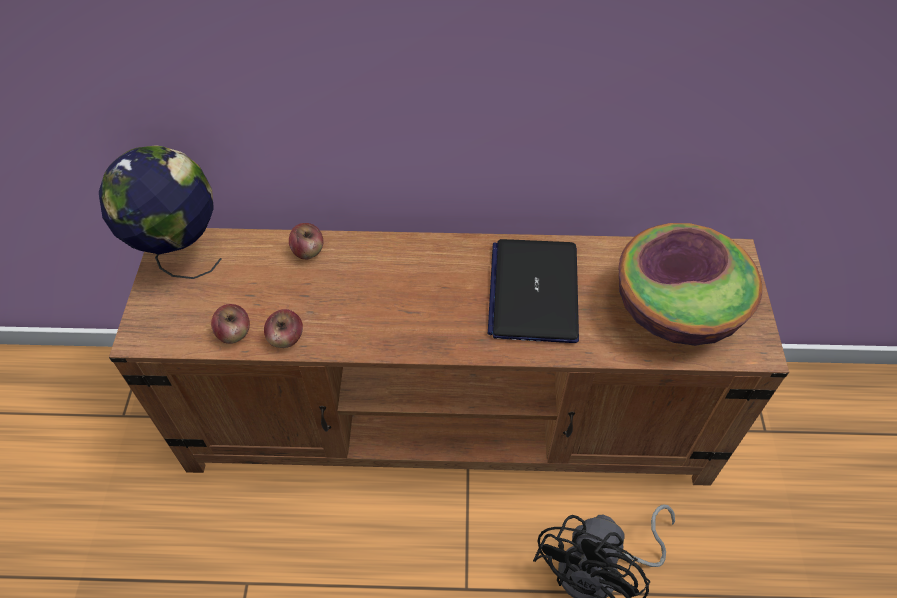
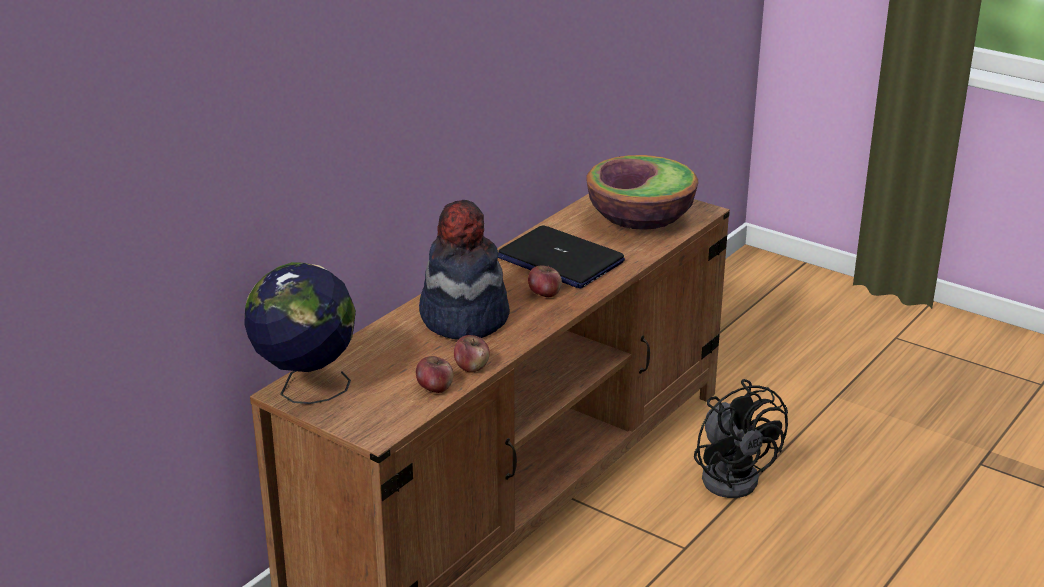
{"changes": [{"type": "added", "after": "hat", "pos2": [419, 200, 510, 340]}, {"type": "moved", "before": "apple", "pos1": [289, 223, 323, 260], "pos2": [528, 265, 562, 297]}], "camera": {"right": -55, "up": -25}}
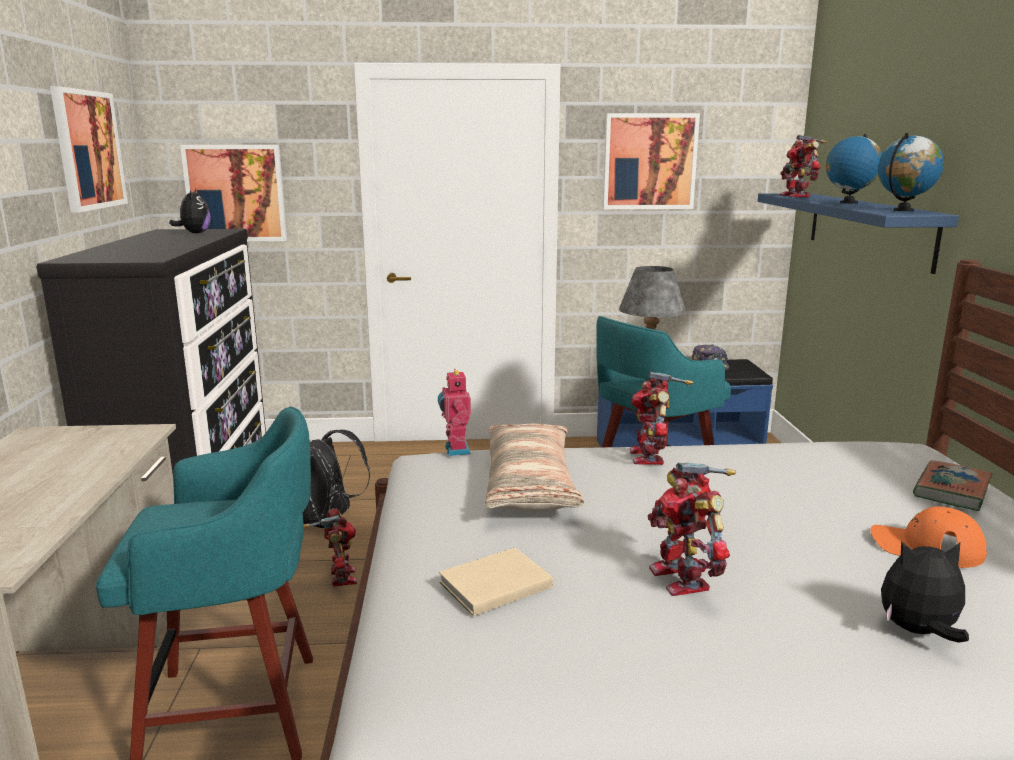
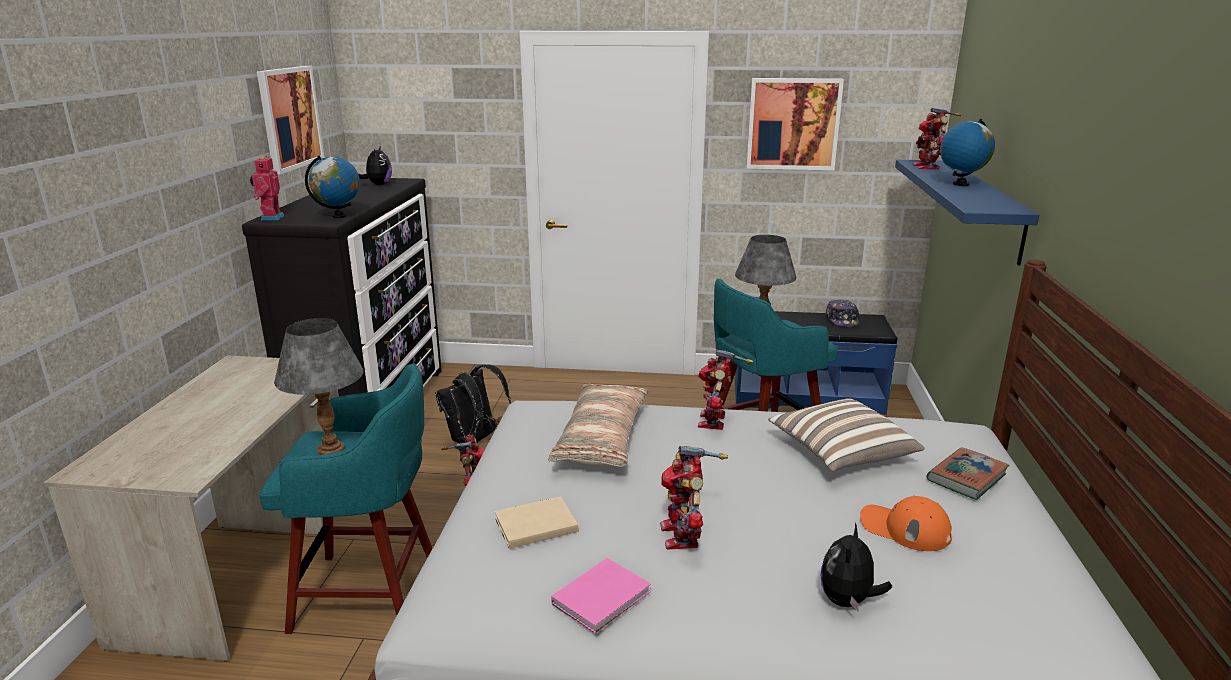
{"changes": [{"type": "removed", "before": "picture", "pos1": [180, 145, 287, 241]}, {"type": "added", "after": "grey table lamp", "pos2": [274, 318, 363, 455]}, {"type": "added", "after": "pink book", "pos2": [551, 558, 651, 634]}, {"type": "added", "after": "pillow", "pos2": [768, 398, 925, 471]}, {"type": "moved", "before": "toy robot", "pos1": [438, 369, 471, 456], "pos2": [250, 156, 284, 220]}, {"type": "moved", "before": "globe", "pos1": [878, 133, 944, 212], "pos2": [305, 156, 360, 218]}, {"type": "turned", "before": "plush toy", "pos1": [881, 541, 969, 643], "pos2": [821, 523, 892, 611], "turn": -75}], "camera": {"right": 10, "up": 5}}
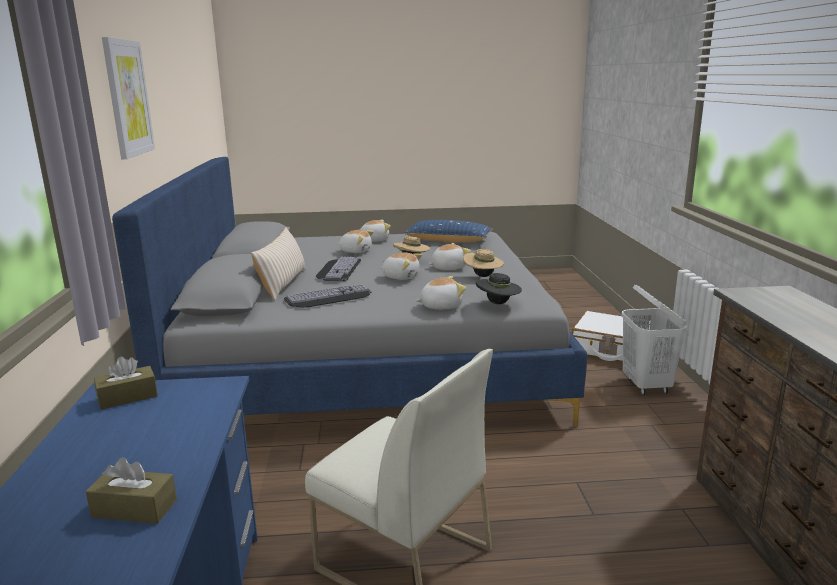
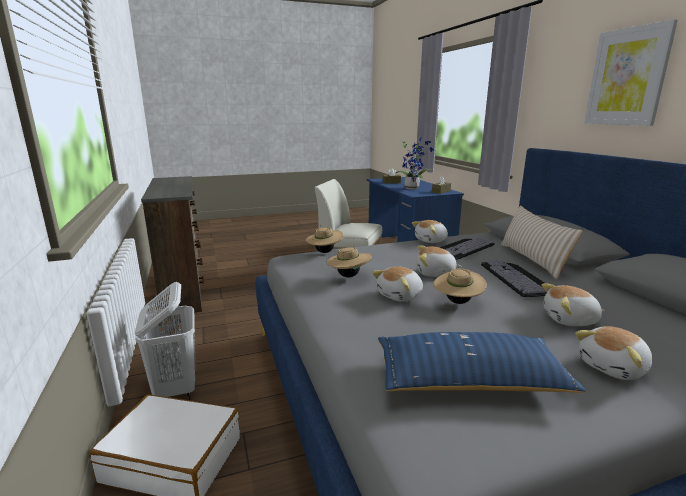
{"changes": [{"type": "added", "after": "potted plant", "pos2": [396, 138, 434, 190]}, {"type": "moved", "before": "plush toy", "pos1": [416, 276, 466, 310], "pos2": [412, 220, 448, 243]}, {"type": "recoloured", "before": "black hat", "after": "beige hat", "pos1": [476, 273, 522, 304], "pos2": [306, 225, 343, 253]}], "camera": {"right": 165, "up": 0}}
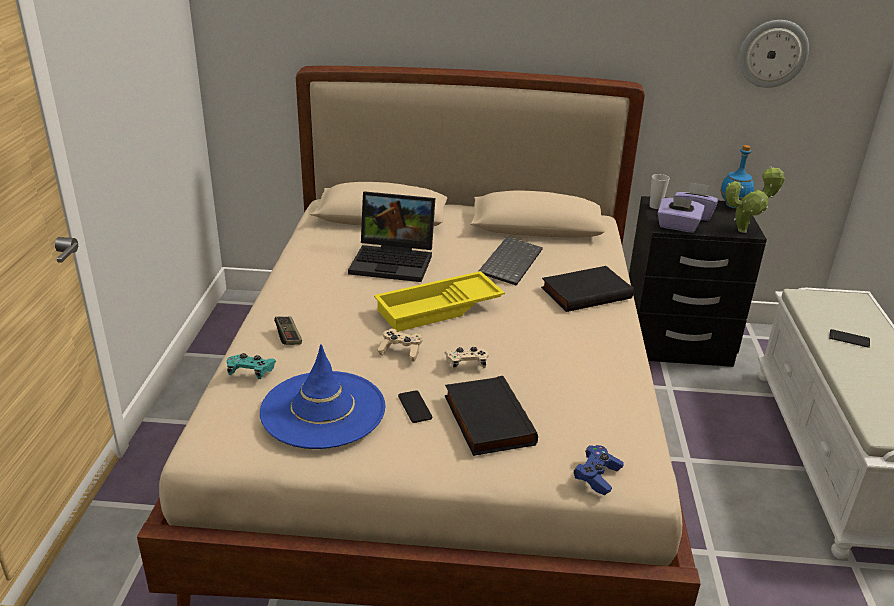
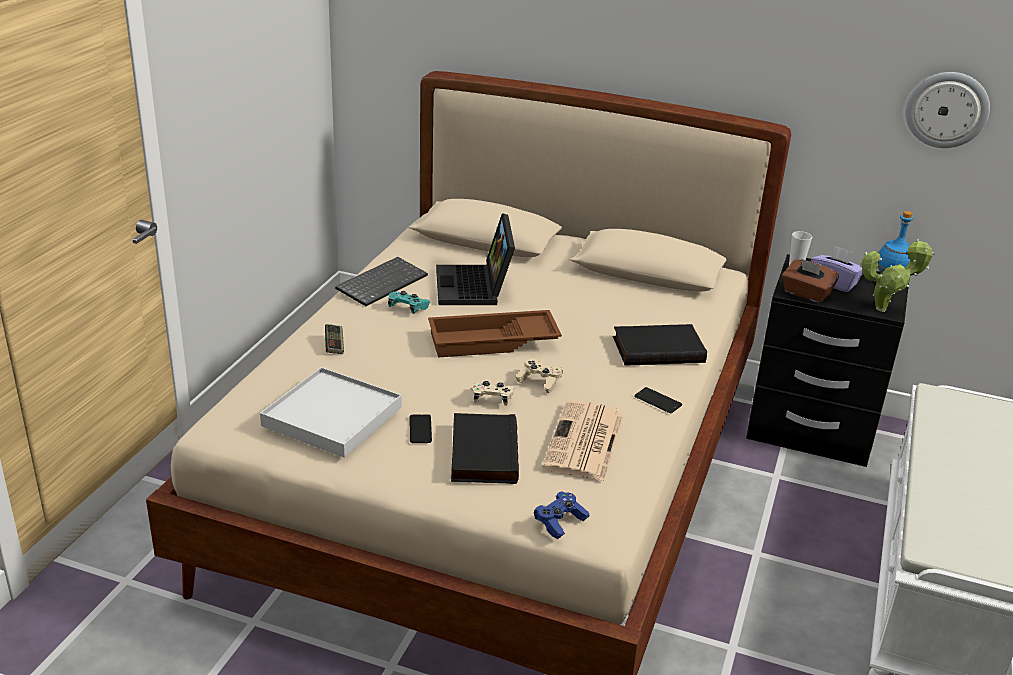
{"changes": [{"type": "added", "after": "newspaper", "pos2": [542, 400, 624, 481]}, {"type": "moved", "before": "turquoise game controller", "pos1": [227, 353, 276, 379], "pos2": [388, 291, 430, 314]}, {"type": "moved", "before": "beige game controller", "pos1": [377, 329, 423, 362], "pos2": [515, 358, 563, 393]}, {"type": "moved", "before": "keyboard", "pos1": [478, 237, 543, 286], "pos2": [335, 257, 428, 306]}, {"type": "moved", "before": "phone", "pos1": [829, 329, 870, 348], "pos2": [634, 387, 682, 413]}, {"type": "replaced", "before": "blue hat", "after": "white tray", "pos1": [260, 345, 386, 449], "pos2": [260, 367, 402, 458]}, {"type": "recoloured", "before": "yellow tray", "after": "brown tray", "pos1": [374, 271, 505, 332], "pos2": [428, 310, 562, 358]}, {"type": "recoloured", "before": "purple tissue box", "after": "brown tissue box", "pos1": [658, 196, 705, 233], "pos2": [782, 259, 839, 303]}, {"type": "turned", "before": "laptop", "pos1": [348, 191, 435, 282], "pos2": [436, 213, 515, 305], "turn": 60}], "camera": {"right": 15, "up": 0}}
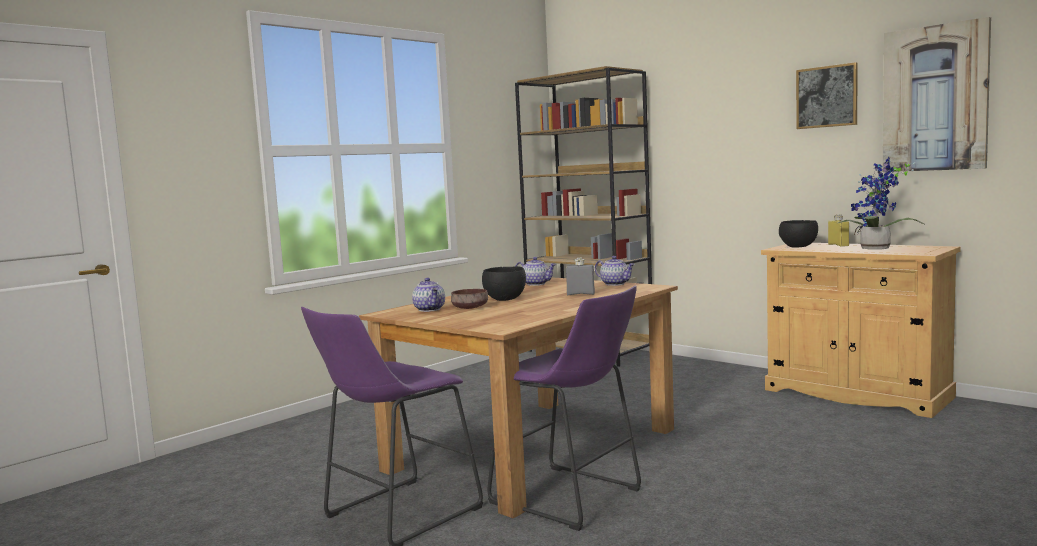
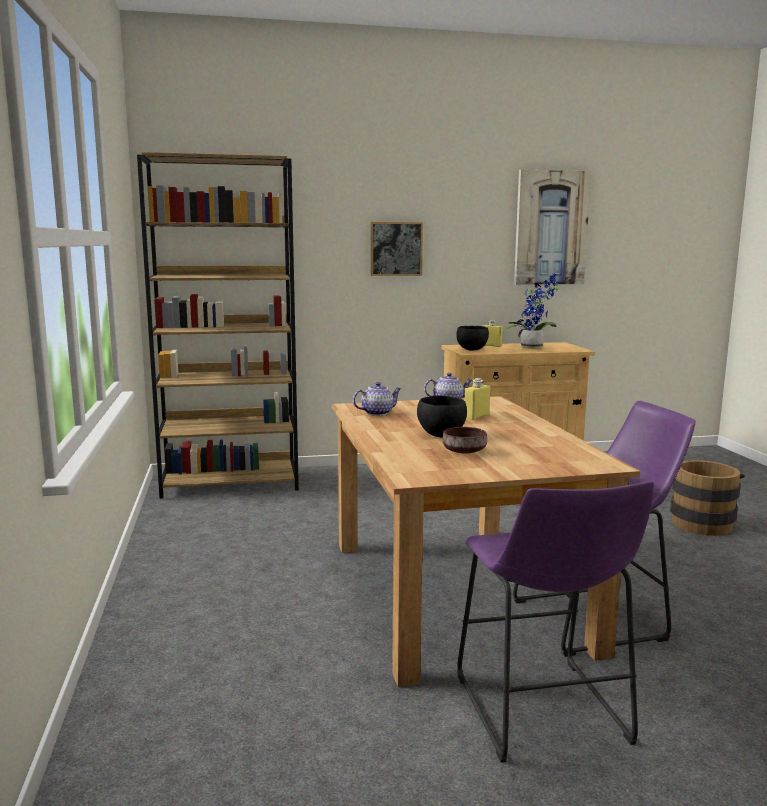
{"changes": [{"type": "removed", "before": "teapot", "pos1": [412, 278, 445, 312]}, {"type": "added", "after": "brown bucket", "pos2": [670, 460, 745, 536]}, {"type": "moved", "before": "picture", "pos1": [796, 62, 858, 129], "pos2": [371, 222, 423, 276]}, {"type": "recoloured", "before": "grey bottle", "after": "yellow bottle", "pos1": [566, 258, 595, 295], "pos2": [465, 378, 490, 420]}], "camera": {"right": -55, "up": 5}}
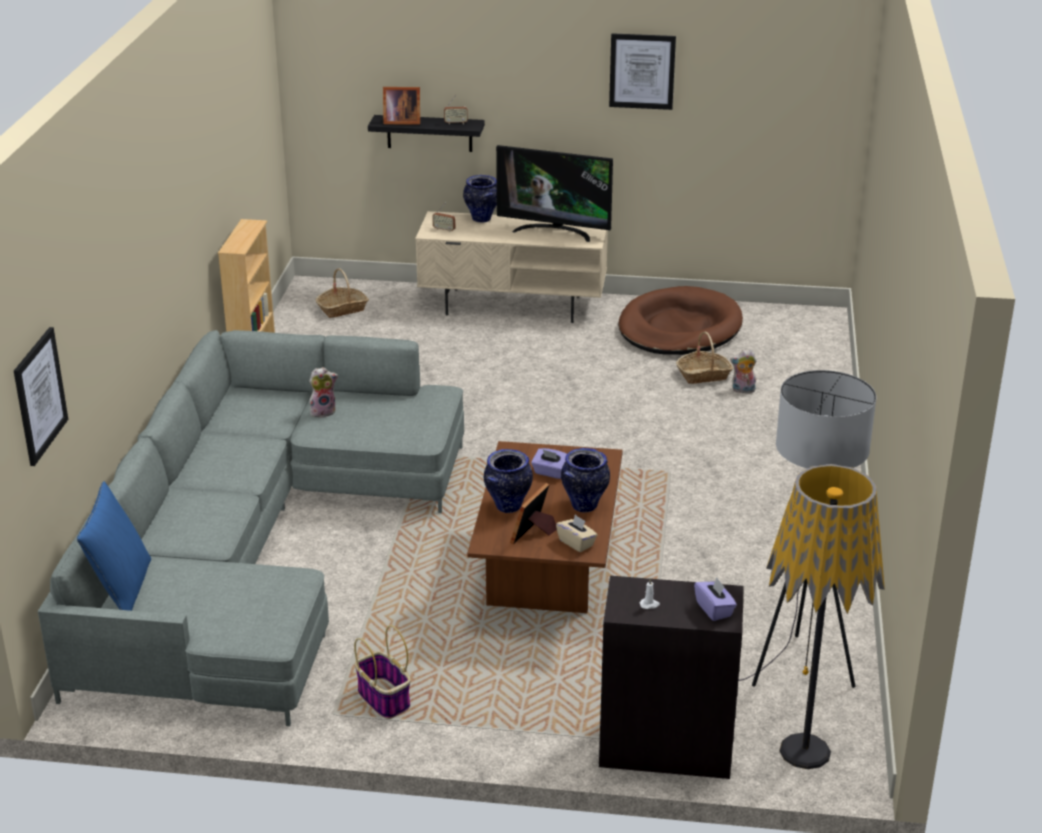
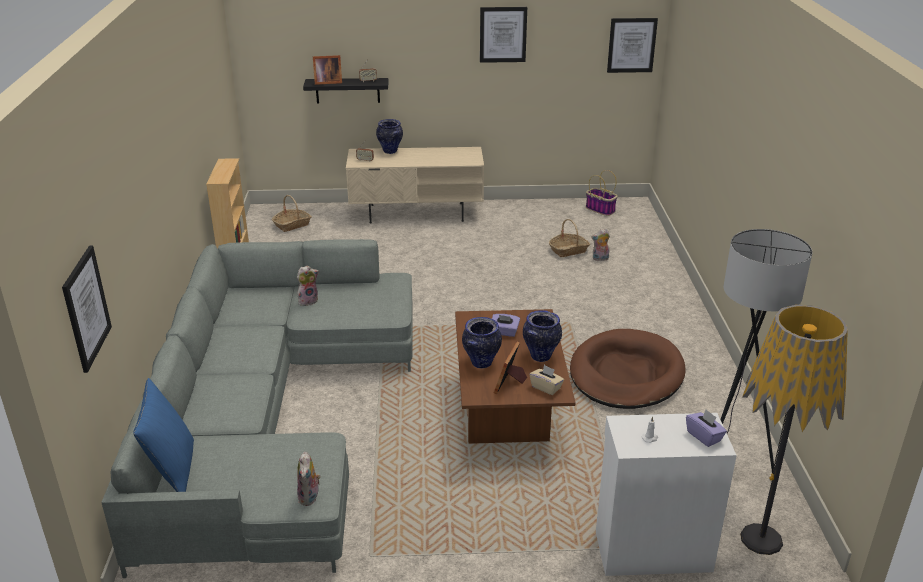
{"changes": [{"type": "removed", "before": "television", "pos1": [496, 145, 613, 242]}, {"type": "added", "after": "plush toy", "pos2": [297, 451, 321, 506]}, {"type": "added", "after": "picture", "pos2": [607, 18, 658, 73]}, {"type": "moved", "before": "basket", "pos1": [354, 625, 411, 719], "pos2": [586, 170, 618, 216]}, {"type": "moved", "before": "brown dog bed", "pos1": [618, 286, 743, 355], "pos2": [570, 329, 686, 409]}, {"type": "recoloured", "before": "black cabinet", "after": "white cabinet", "pos1": [599, 576, 744, 779], "pos2": [596, 413, 737, 576]}], "camera": {"right": -10, "up": 0}}
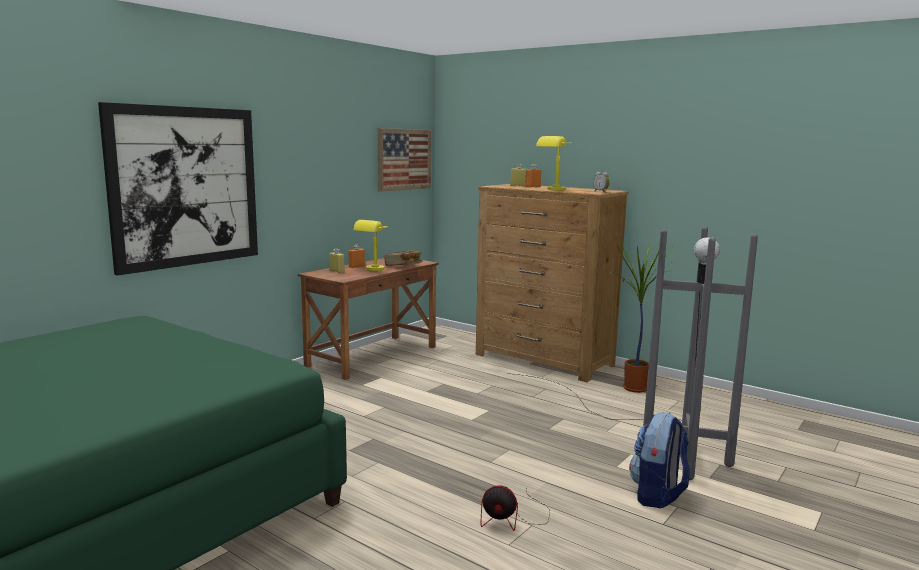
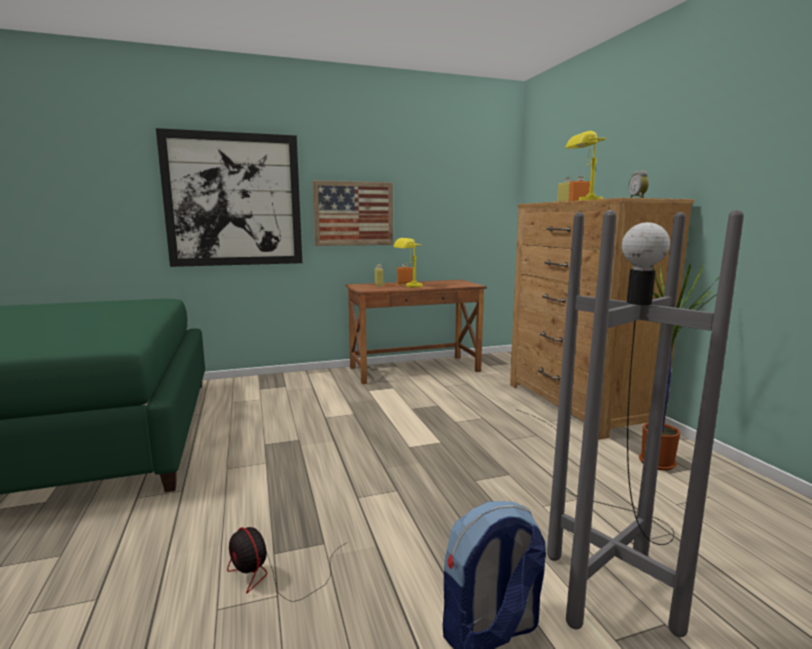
{"changes": [{"type": "removed", "before": "book", "pos1": [384, 251, 422, 266]}, {"type": "moved", "before": "picture", "pos1": [378, 128, 431, 192], "pos2": [312, 180, 393, 246]}], "camera": {"right": 35, "up": 0}}
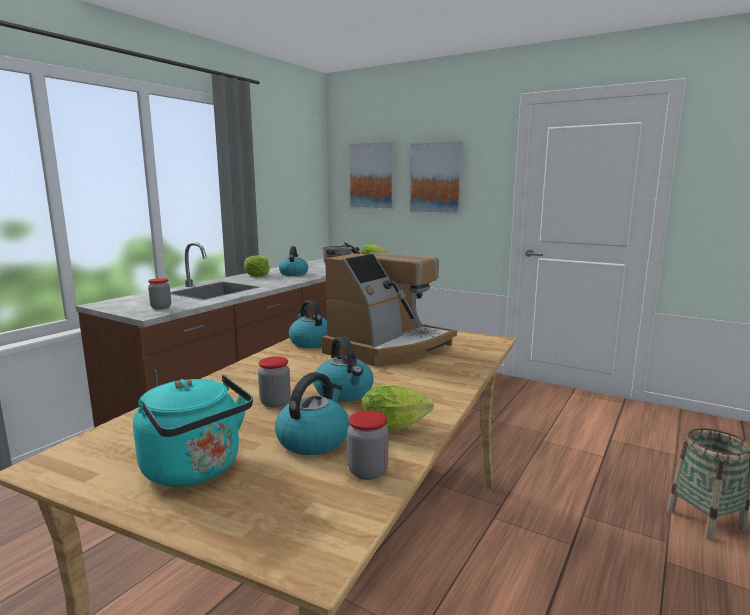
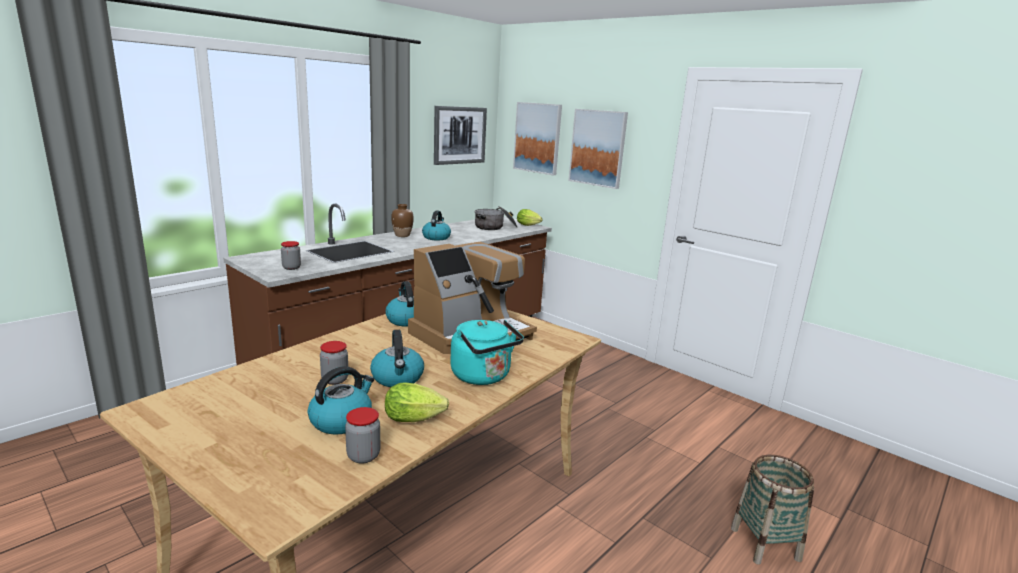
{"changes": [{"type": "added", "after": "picture", "pos2": [434, 106, 487, 165]}, {"type": "moved", "before": "turquoise kettle", "pos1": [133, 375, 253, 487], "pos2": [450, 320, 524, 385]}, {"type": "replaced", "before": "lettuce", "after": "brown vase", "pos1": [244, 255, 270, 276], "pos2": [391, 204, 414, 237]}], "camera": {"right": 10, "up": 5}}
